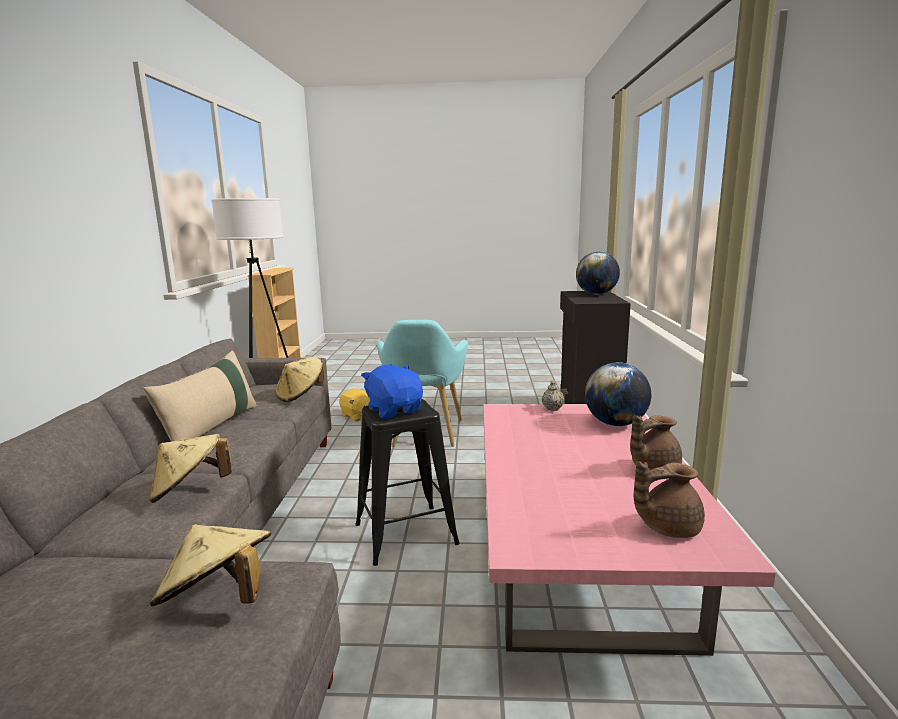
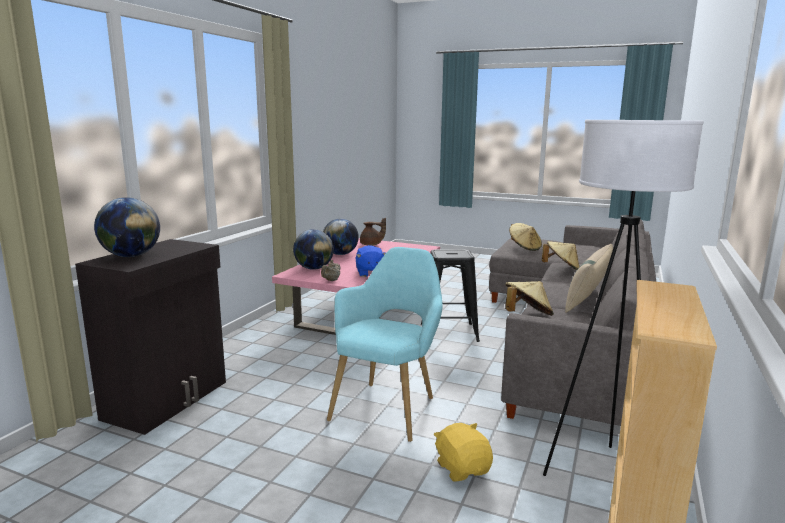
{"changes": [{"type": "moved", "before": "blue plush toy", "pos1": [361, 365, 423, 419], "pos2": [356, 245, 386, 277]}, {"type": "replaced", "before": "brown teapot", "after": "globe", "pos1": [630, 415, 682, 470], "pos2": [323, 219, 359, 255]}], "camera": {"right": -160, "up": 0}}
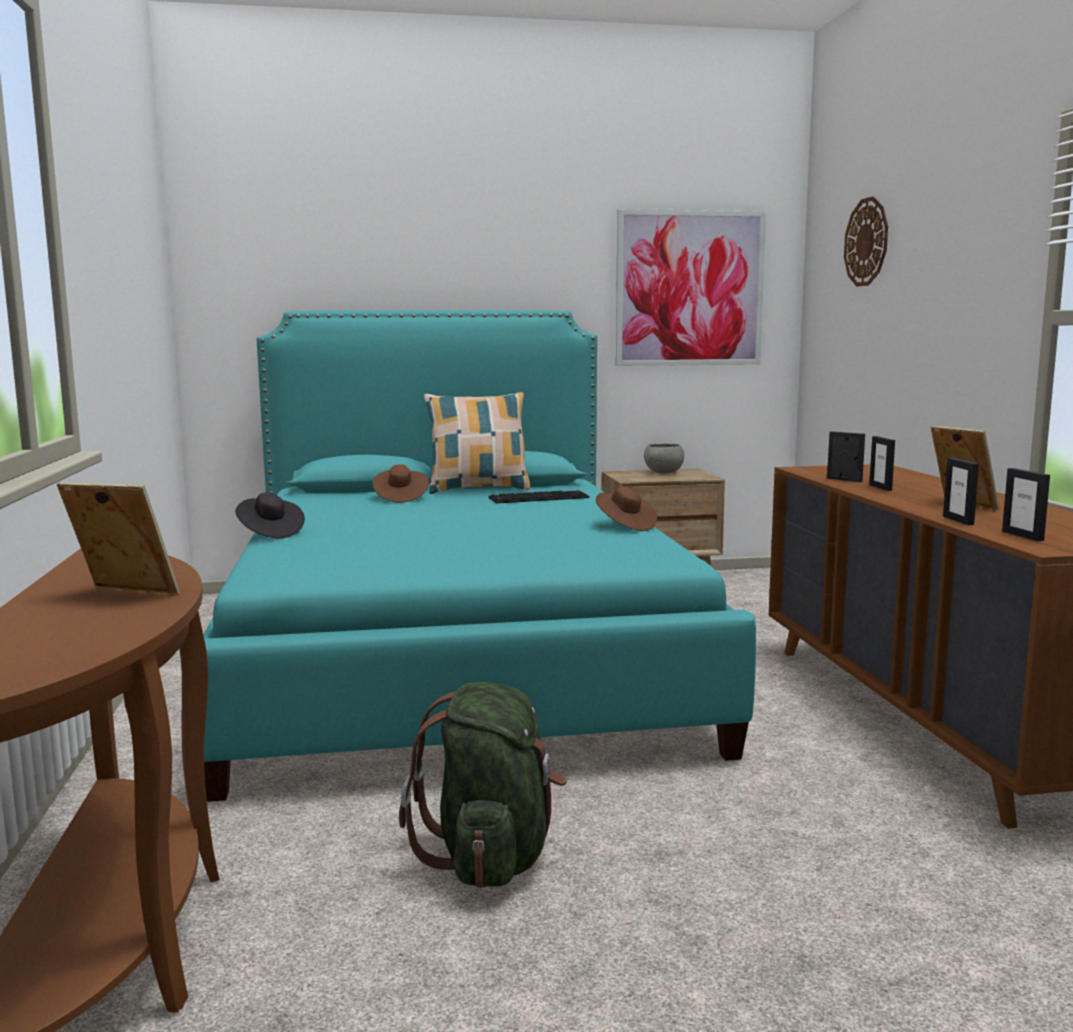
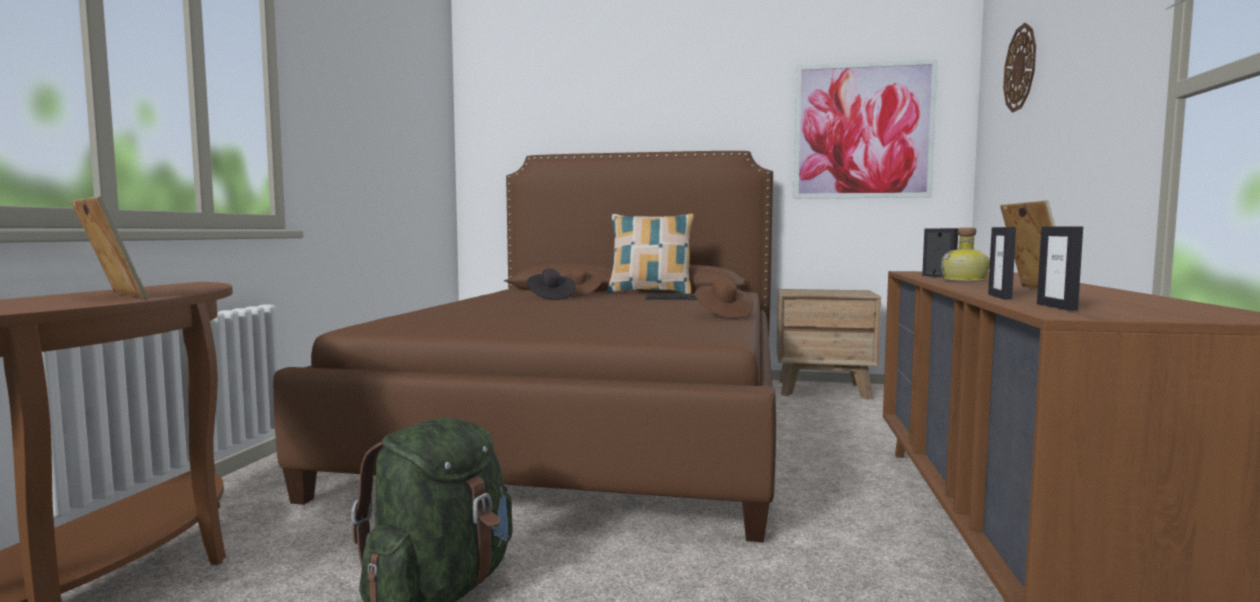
{"changes": [{"type": "removed", "before": "grey bowl", "pos1": [644, 443, 684, 473]}, {"type": "moved", "before": "black hat", "pos1": [235, 492, 305, 538], "pos2": [527, 269, 575, 300]}, {"type": "replaced", "before": "picture frame", "after": "bottle", "pos1": [869, 436, 895, 491], "pos2": [941, 227, 990, 281]}, {"type": "recoloured", "before": "turquoise bed", "after": "brown bed", "pos1": [203, 310, 756, 802], "pos2": [273, 151, 776, 542]}], "camera": {"right": 20, "up": -5}}
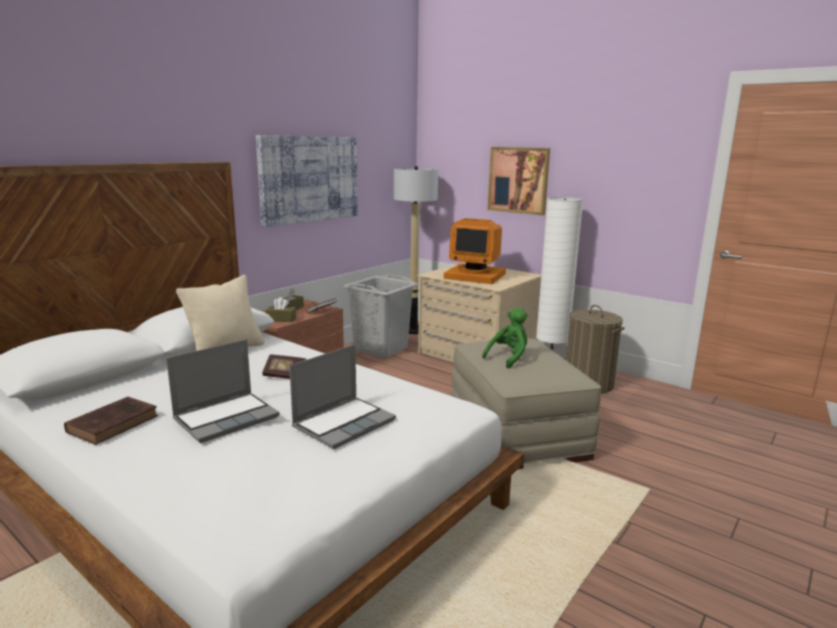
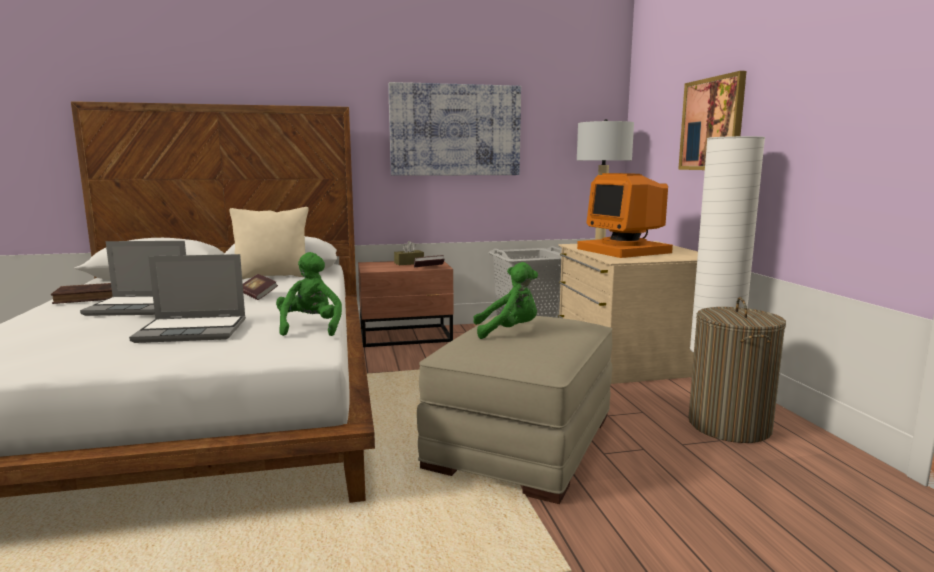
{"changes": [{"type": "removed", "before": "brown tissue box", "pos1": [265, 297, 296, 322]}, {"type": "added", "after": "green plush toy", "pos2": [276, 252, 342, 336]}], "camera": {"right": 40, "up": -5}}
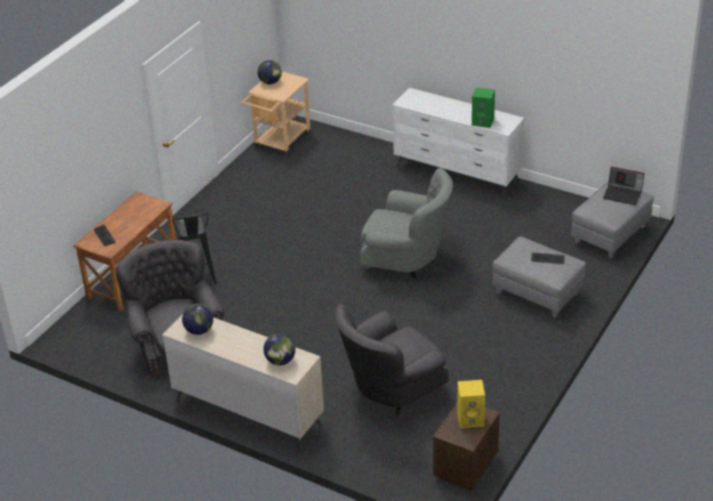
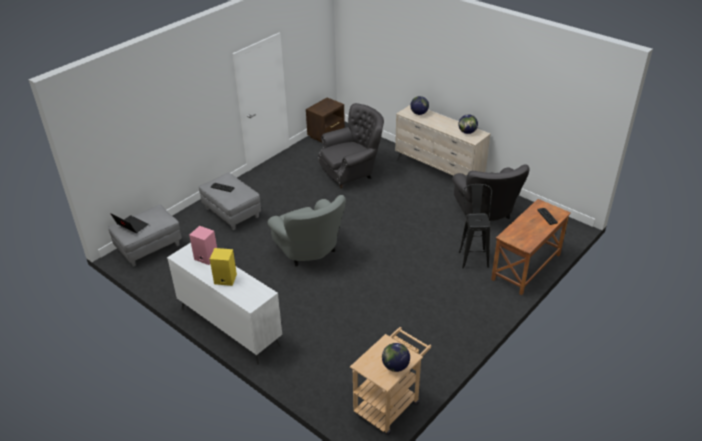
{"changes": [{"type": "moved", "before": "yellow speaker", "pos1": [457, 380, 485, 428], "pos2": [210, 248, 237, 286]}, {"type": "recoloured", "before": "green speaker", "after": "pink speaker", "pos1": [472, 87, 495, 128], "pos2": [189, 226, 217, 265]}, {"type": "turned", "before": "grey armchair", "pos1": [360, 168, 453, 279], "pos2": [267, 195, 346, 267], "turn": -150}], "camera": {"right": -170, "up": 0}}
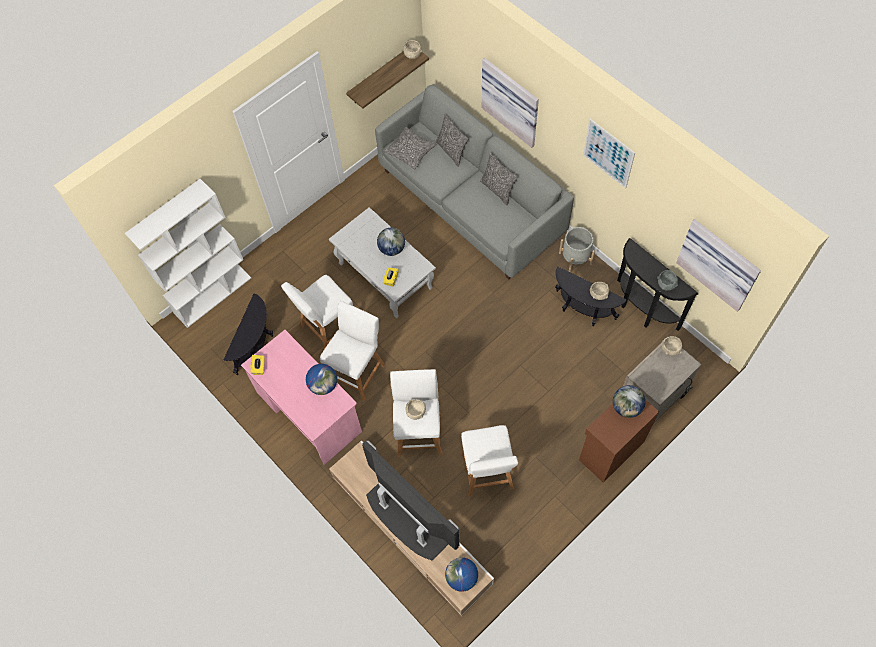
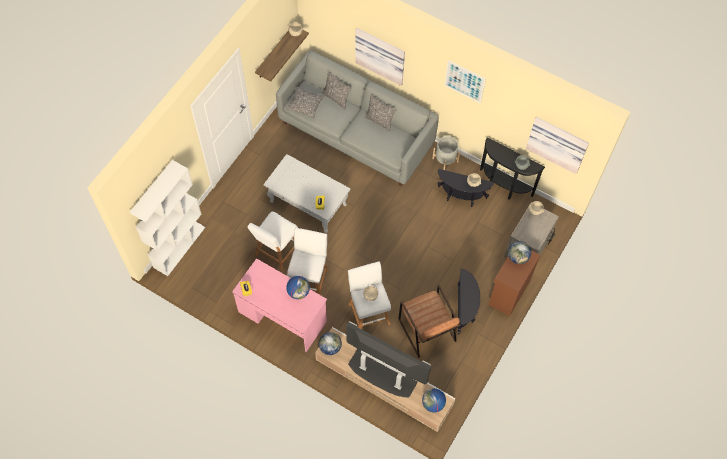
{"changes": [{"type": "moved", "before": "black side table", "pos1": [223, 294, 273, 375], "pos2": [458, 269, 480, 334]}, {"type": "moved", "before": "globe", "pos1": [377, 228, 405, 256], "pos2": [319, 332, 342, 355]}, {"type": "replaced", "before": "white stool", "after": "brown armchair", "pos1": [461, 425, 518, 497], "pos2": [398, 285, 461, 358]}], "camera": {"right": -20, "up": 0}}
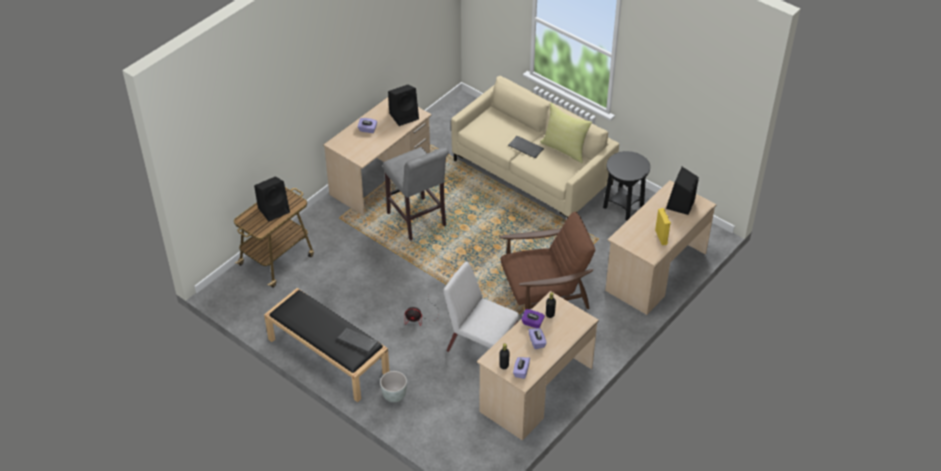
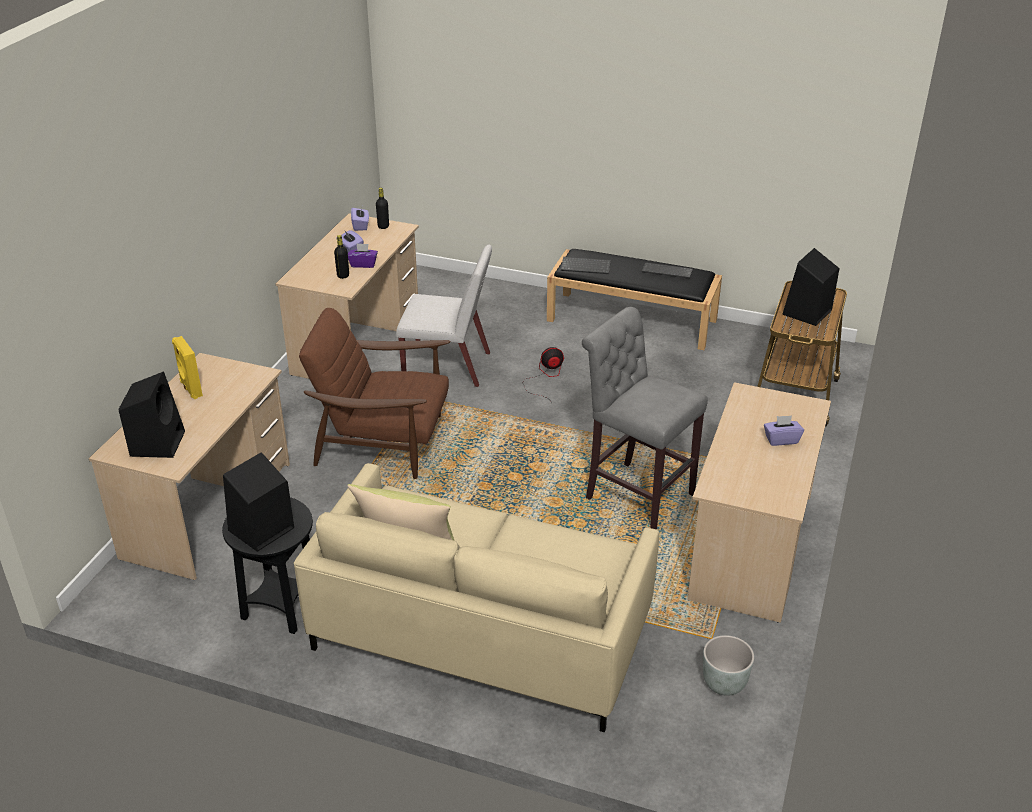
{"changes": [{"type": "moved", "before": "grey planter", "pos1": [380, 371, 407, 402], "pos2": [703, 635, 754, 696]}, {"type": "moved", "before": "black speaker", "pos1": [388, 85, 419, 126], "pos2": [223, 452, 294, 552]}, {"type": "moved", "before": "keyboard", "pos1": [508, 136, 544, 158], "pos2": [642, 262, 693, 279]}, {"type": "turned", "before": "brown armchair", "pos1": [499, 212, 595, 309], "pos2": [299, 308, 451, 479], "turn": 45}], "camera": {"right": 160, "up": -10}}
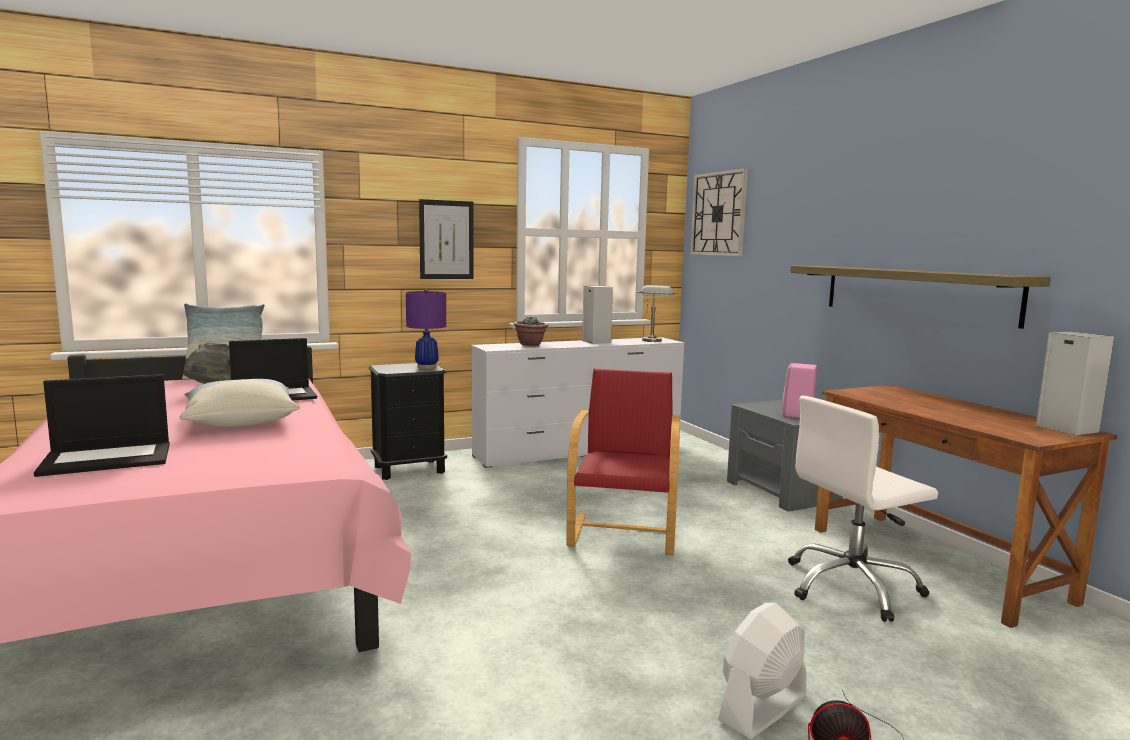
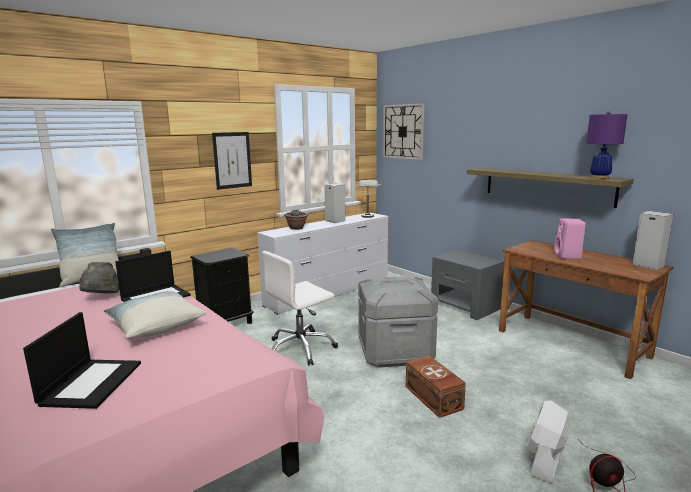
{"changes": [{"type": "added", "after": "brown storage box", "pos2": [406, 356, 466, 418]}, {"type": "moved", "before": "purple table lamp", "pos1": [406, 289, 446, 369], "pos2": [586, 112, 628, 179]}, {"type": "moved", "before": "pink speaker", "pos1": [782, 363, 817, 418], "pos2": [554, 219, 586, 259]}, {"type": "moved", "before": "white office chair", "pos1": [788, 396, 938, 622], "pos2": [262, 251, 338, 366]}, {"type": "replaced", "before": "red armchair", "after": "grey storage box", "pos1": [566, 368, 680, 555], "pos2": [358, 275, 438, 368]}, {"type": "turned", "before": "laptop", "pos1": [34, 374, 170, 477], "pos2": [23, 312, 141, 409], "turn": -45}], "camera": {"right": -15, "up": 5}}
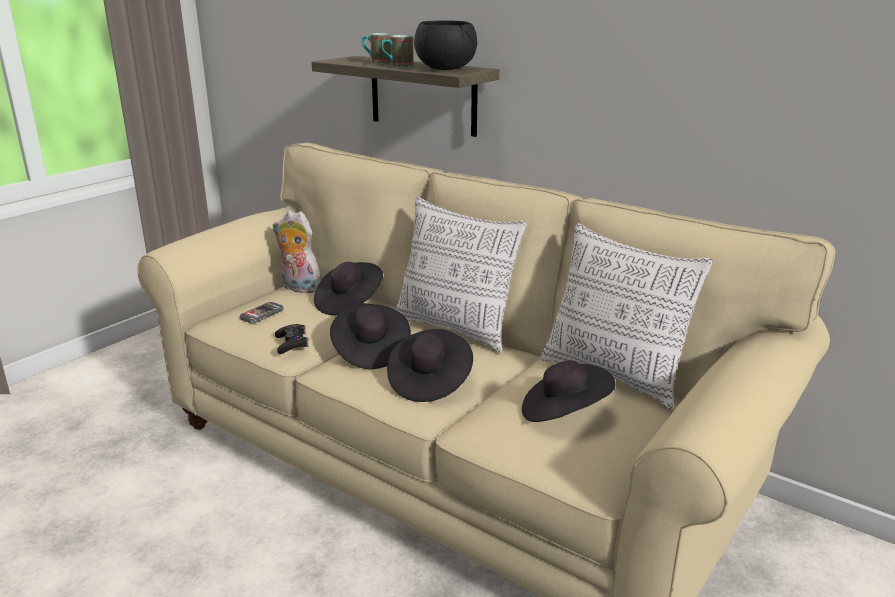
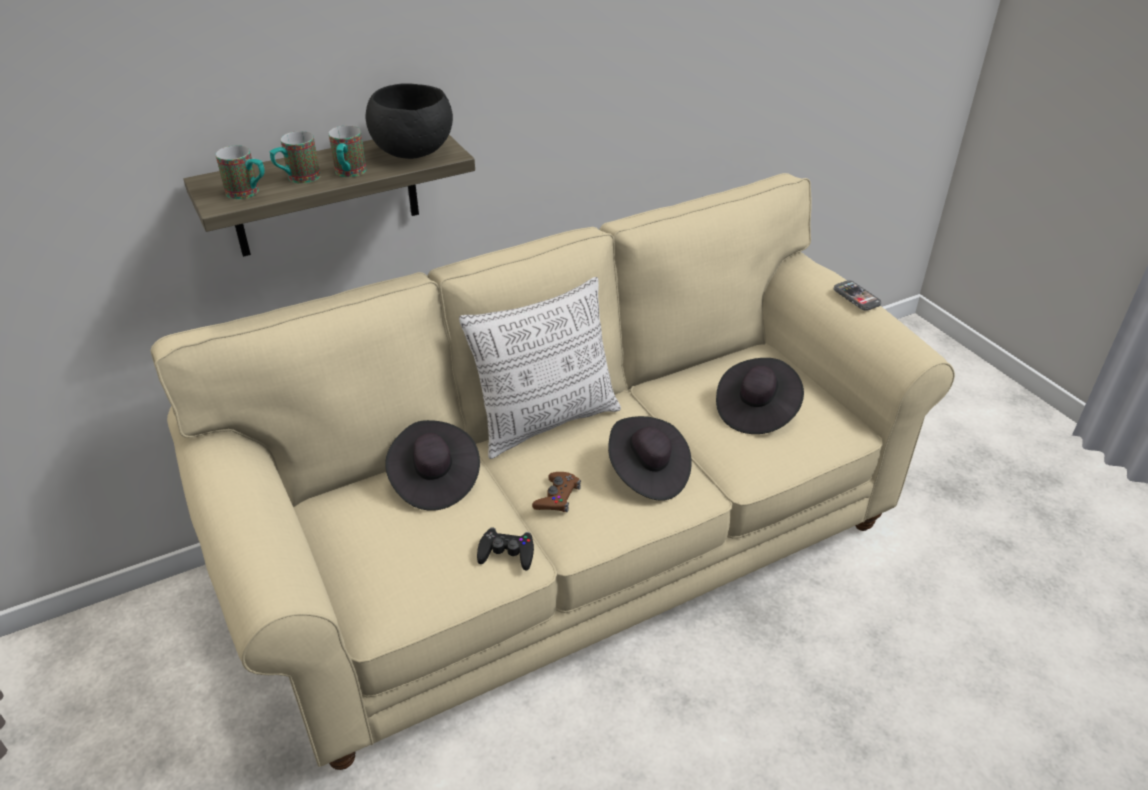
{"changes": [{"type": "removed", "before": "plush toy", "pos1": [273, 210, 320, 293]}, {"type": "removed", "before": "pillow", "pos1": [541, 223, 713, 410]}, {"type": "added", "after": "mug", "pos2": [216, 145, 265, 199]}, {"type": "moved", "before": "phone", "pos1": [240, 302, 284, 323], "pos2": [834, 280, 881, 311]}, {"type": "replaced", "before": "black hat", "after": "brown game controller", "pos1": [330, 303, 411, 369], "pos2": [532, 472, 581, 512]}], "camera": {"right": -65, "up": 15}}
